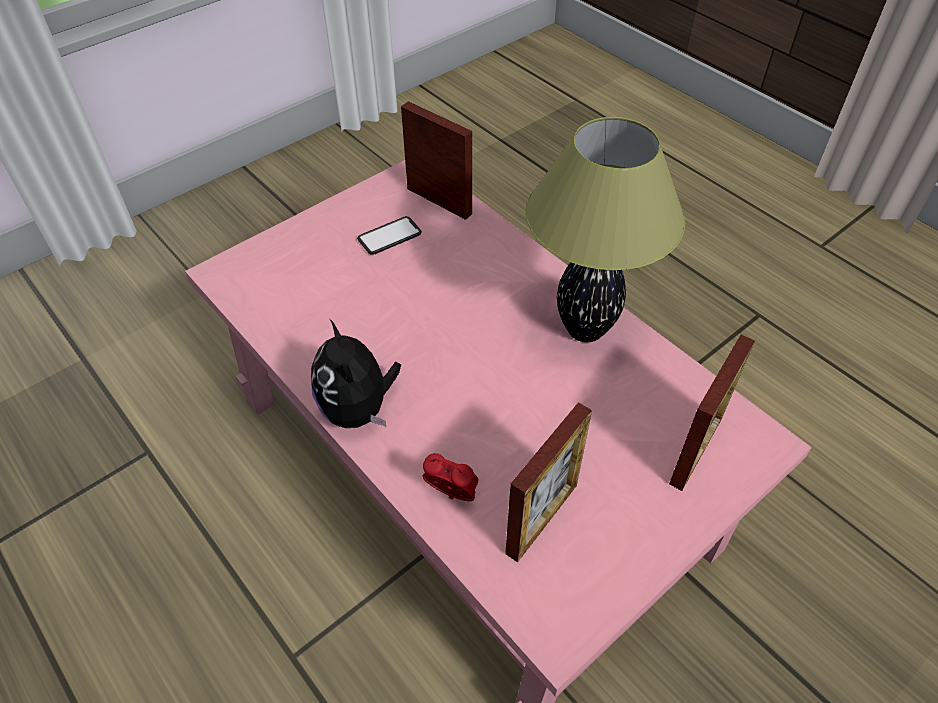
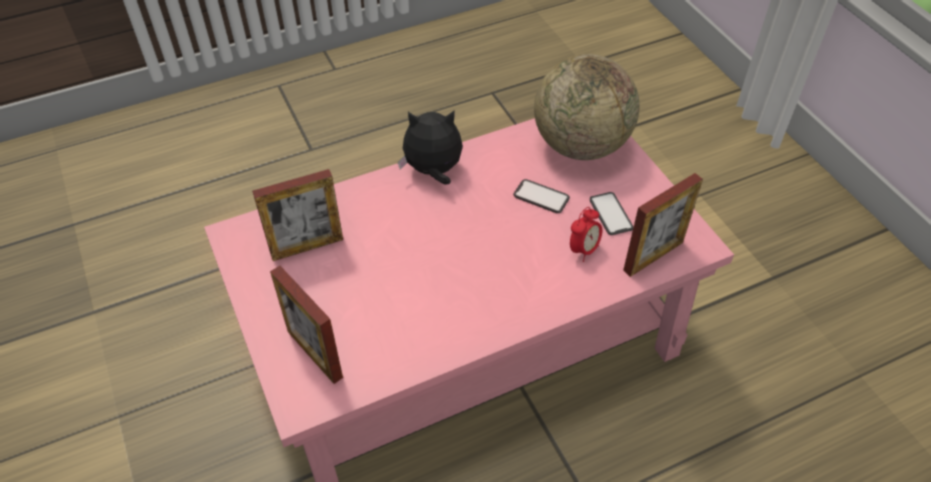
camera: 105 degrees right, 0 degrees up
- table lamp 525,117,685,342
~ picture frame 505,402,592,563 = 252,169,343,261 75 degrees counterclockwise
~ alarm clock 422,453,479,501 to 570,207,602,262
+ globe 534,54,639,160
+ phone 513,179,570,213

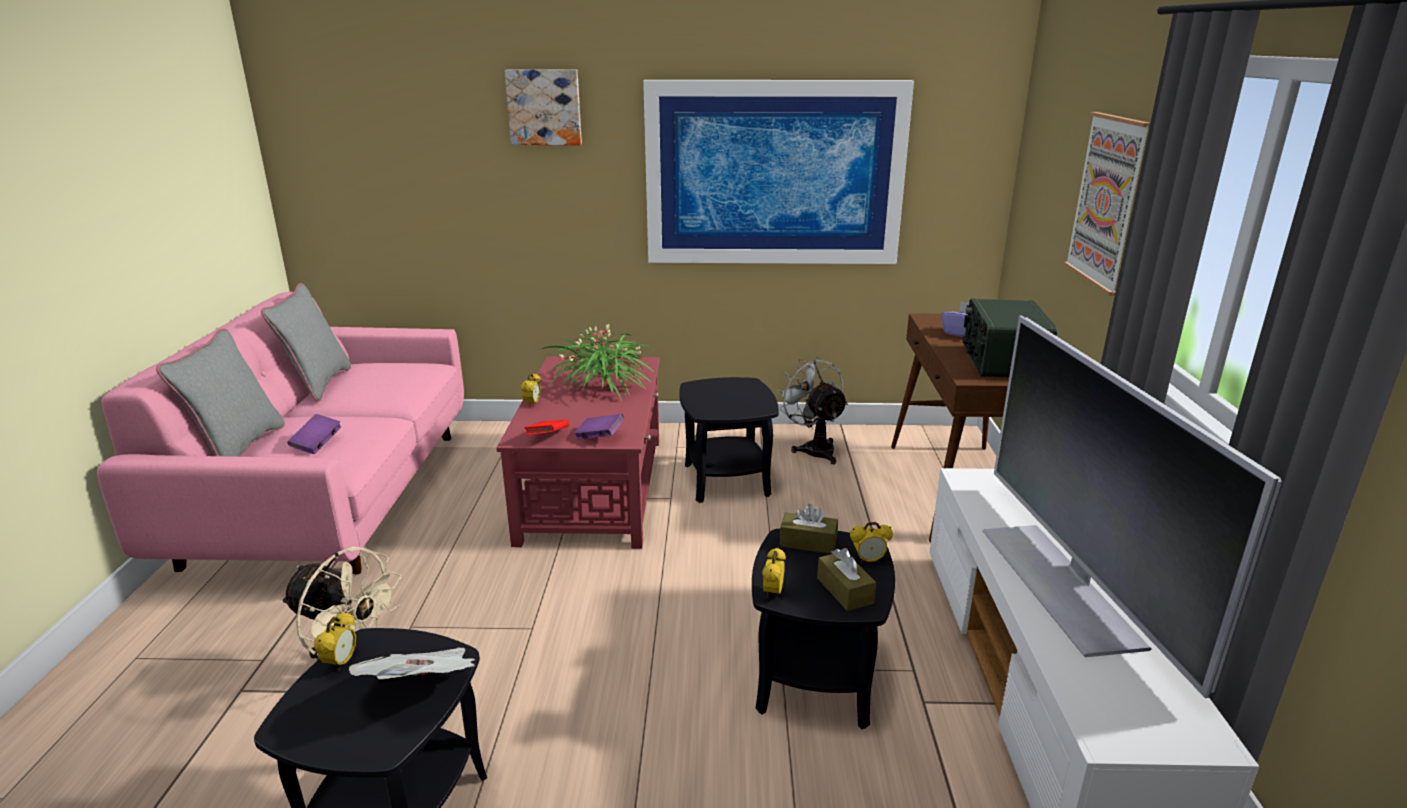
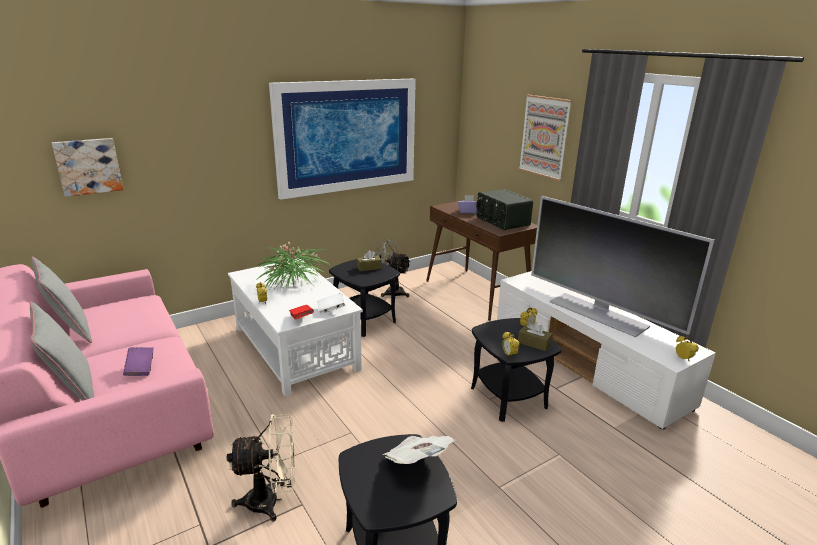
camera: 35 degrees left, 0 degrees up
~ picture 504,70,582,145 to 52,138,123,197
~ red coffee table 496,356,660,549 to white coffee table 228,258,363,396
~ purple book 574,414,624,440 to white book 317,292,346,314
~ brown tissue box 780,504,838,554 to 357,250,382,272
~ alarm clock 314,611,356,671 to 676,336,699,361

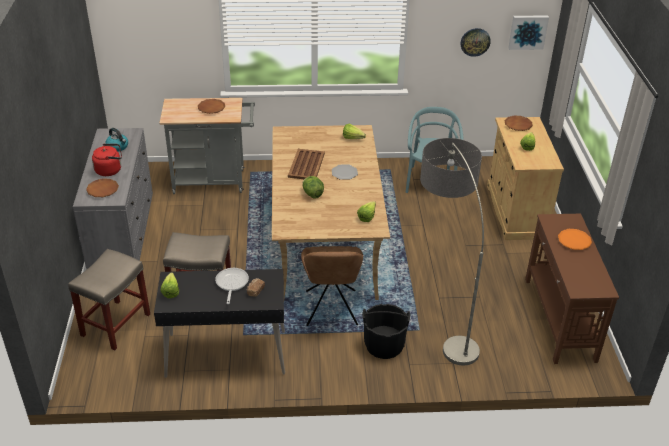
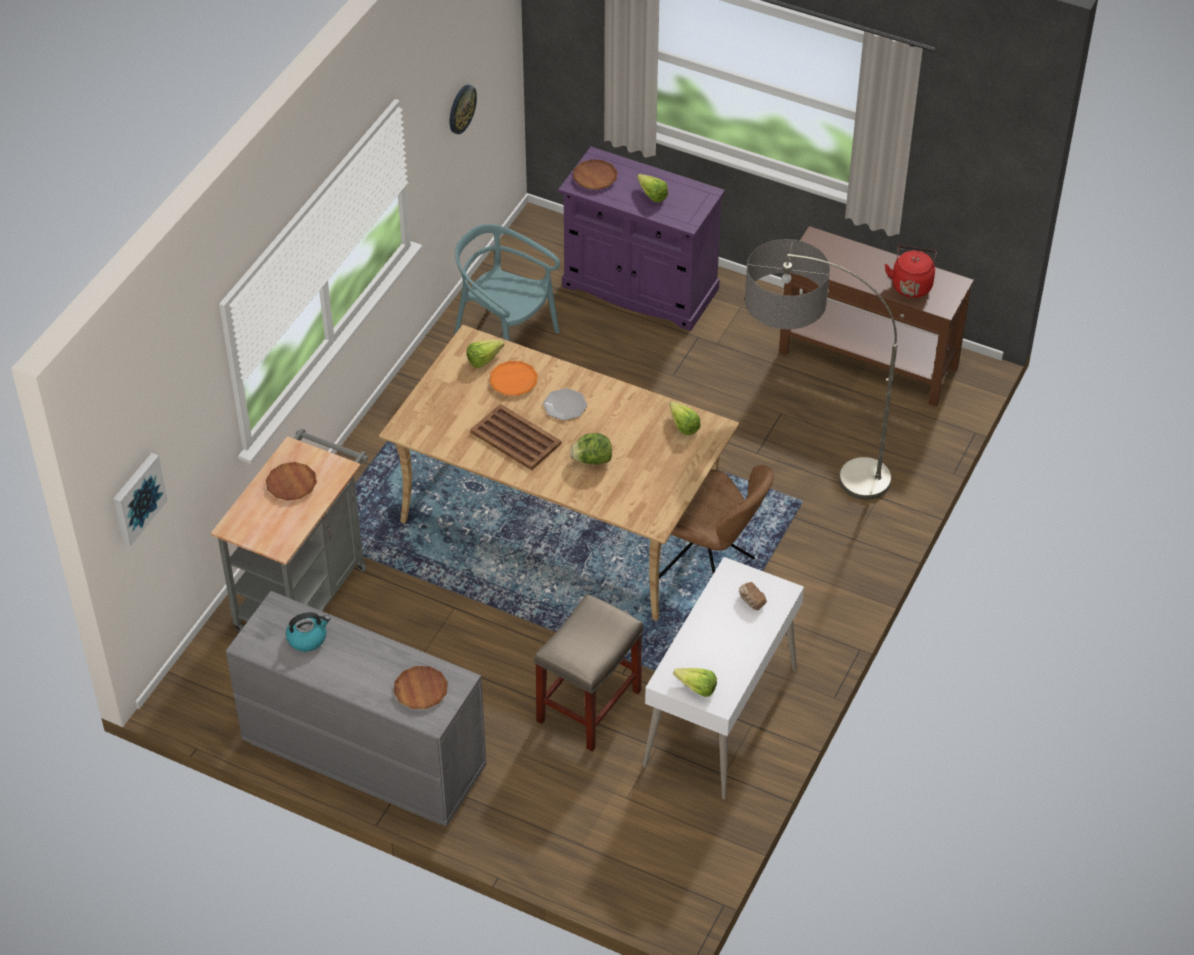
camera: 60 degrees left, 10 degrees up
~ picture 508,15,549,50 to 113,453,168,546
~ beige cabinet 487,117,564,240 to purple cabinet 558,147,725,331
~ red kettle 92,144,122,176 to 885,246,937,298
~ orange plate 558,229,592,250 to 489,361,538,396
- beige stool 68,249,150,351
- frying pan 215,268,249,304
~ black desk 154,269,285,378 to white desk 643,557,804,800
- black bucket 362,304,410,359

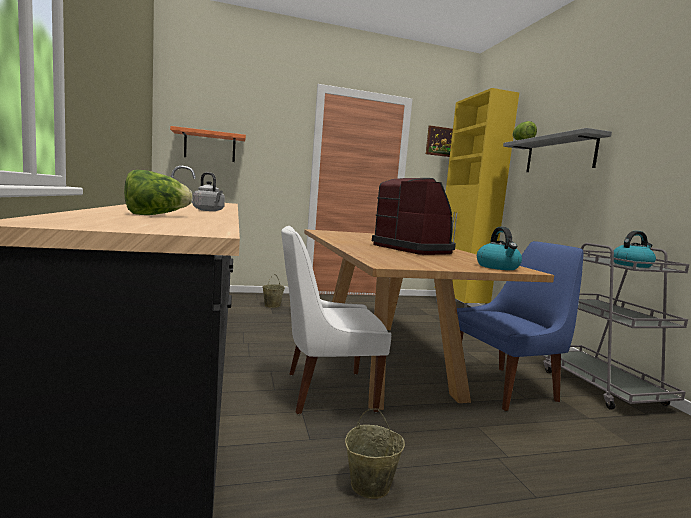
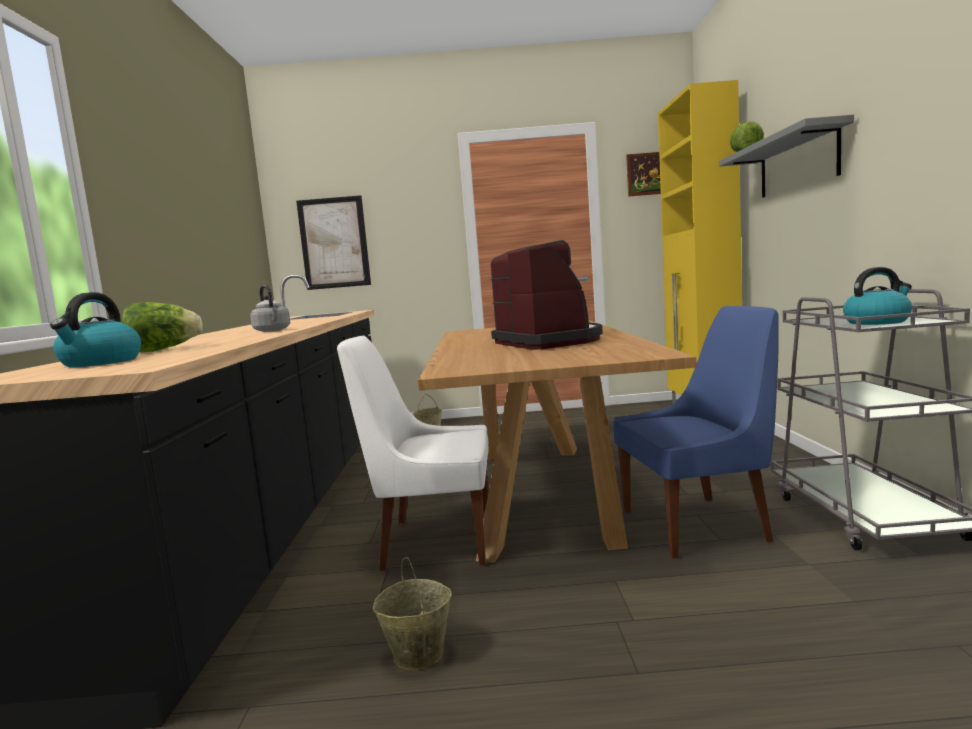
camera: 15 degrees right, 0 degrees up
~ orange shelf 170,126,246,162 to picture 296,195,371,290
~ kettle 477,227,522,270 to 50,292,141,367

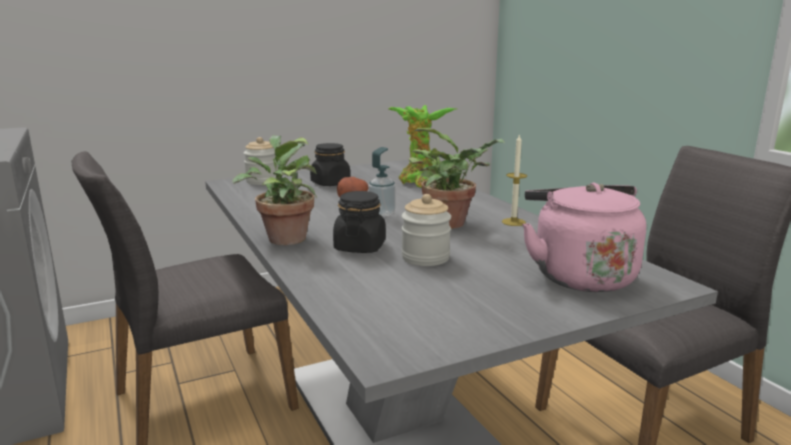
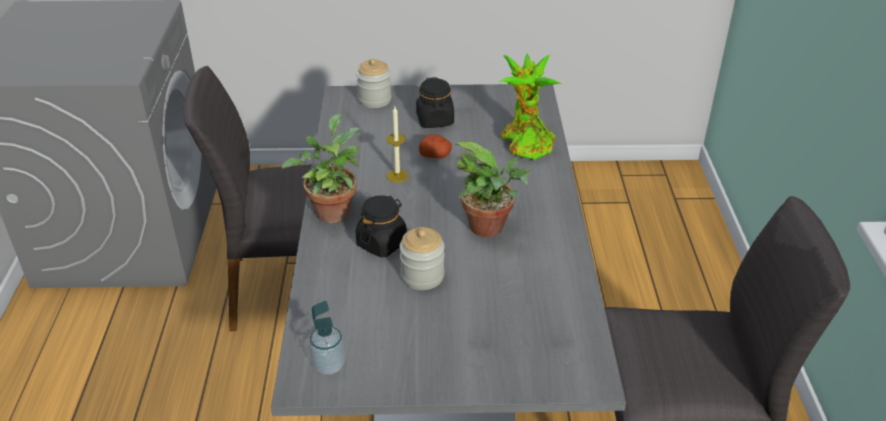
camera: 25 degrees right, 20 degrees up
~ candle 502,134,527,226 to 386,107,408,183
~ soap dispenser 369,147,396,217 to 309,301,345,375
- pink kettle 522,183,646,292

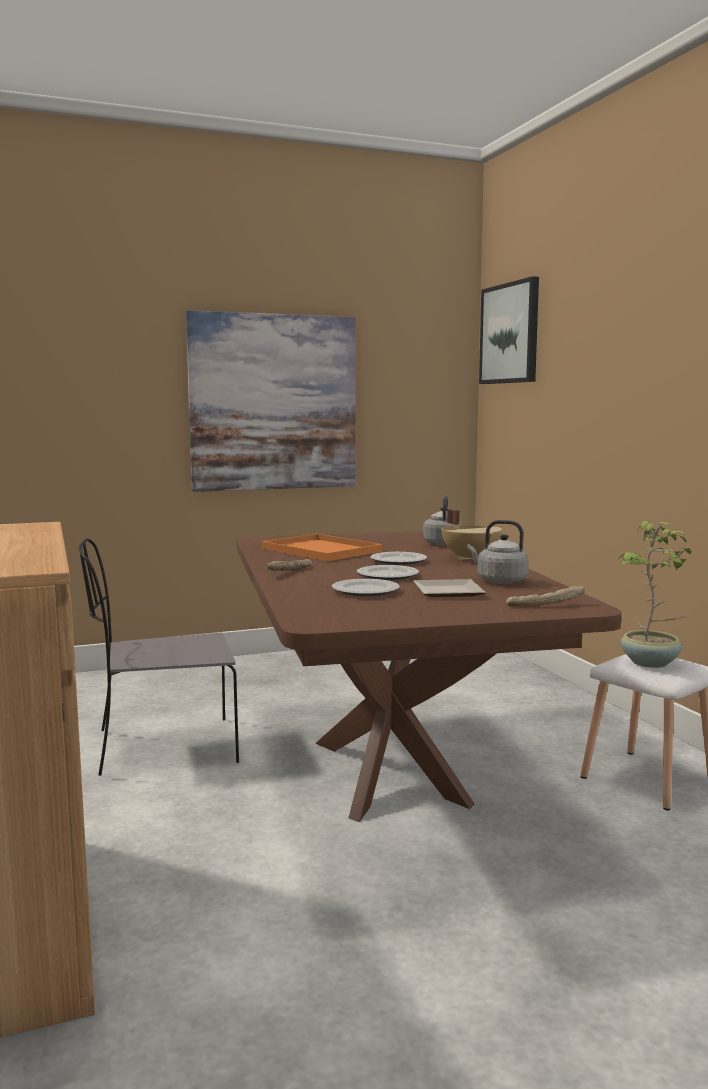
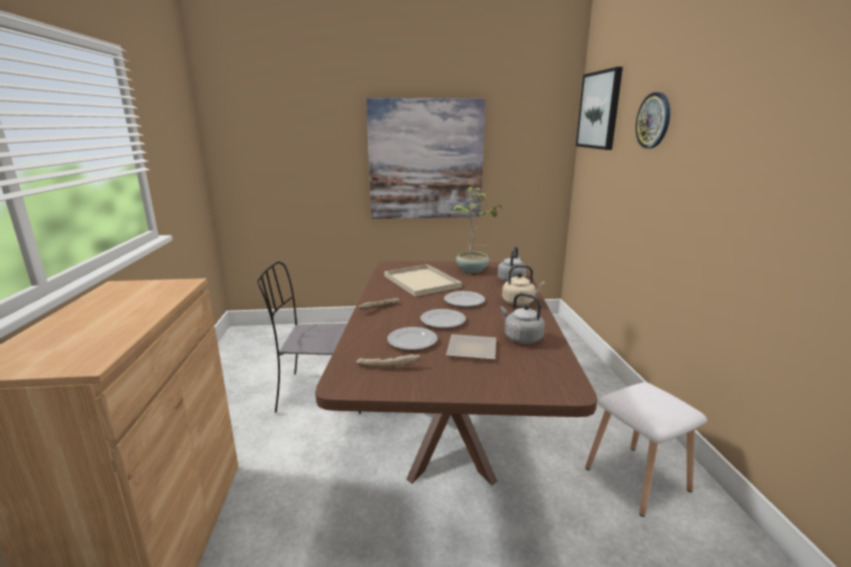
camera: 15 degrees right, 10 degrees up
~ beige cooking pot 441,509,502,560 to beige kettle 502,265,545,306
~ potted plant 620,520,691,668 to 453,187,502,273
~ orange tray 262,534,382,561 to beige tray 384,264,462,297
~ bread 506,586,585,607 to 357,354,421,368
+ wall clock 635,92,670,148

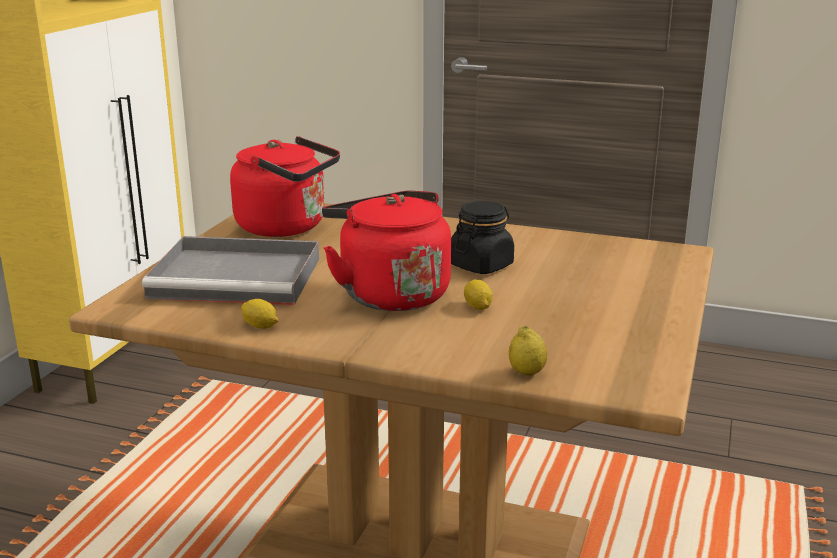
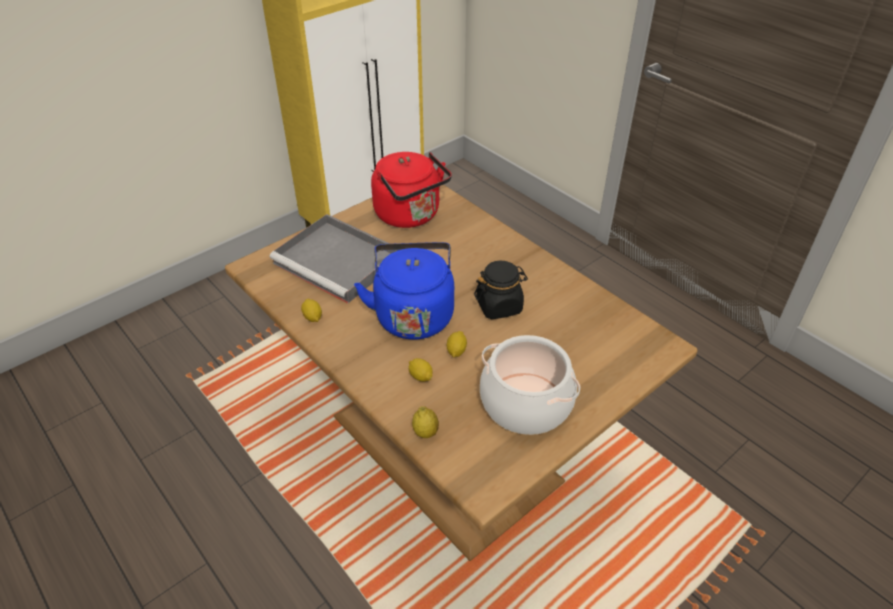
camera: 30 degrees right, 20 degrees up
~ red kettle 322,190,451,311 to blue kettle 354,242,454,340
+ cooking pot 480,335,580,435
+ lemon 409,358,433,381

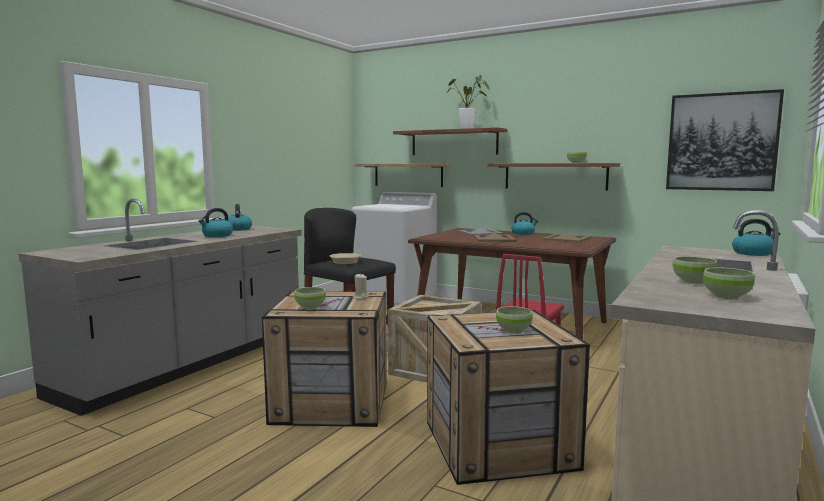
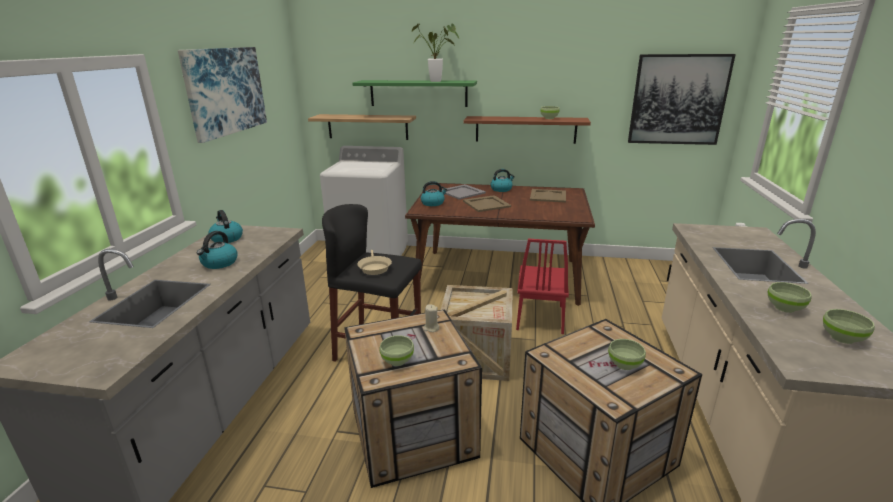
camera: 20 degrees left, 15 degrees up
~ brown shelf 393,127,508,155 to green shelf 352,80,477,107
~ kettle 732,219,781,256 to 421,181,448,206
+ picture 178,47,267,143

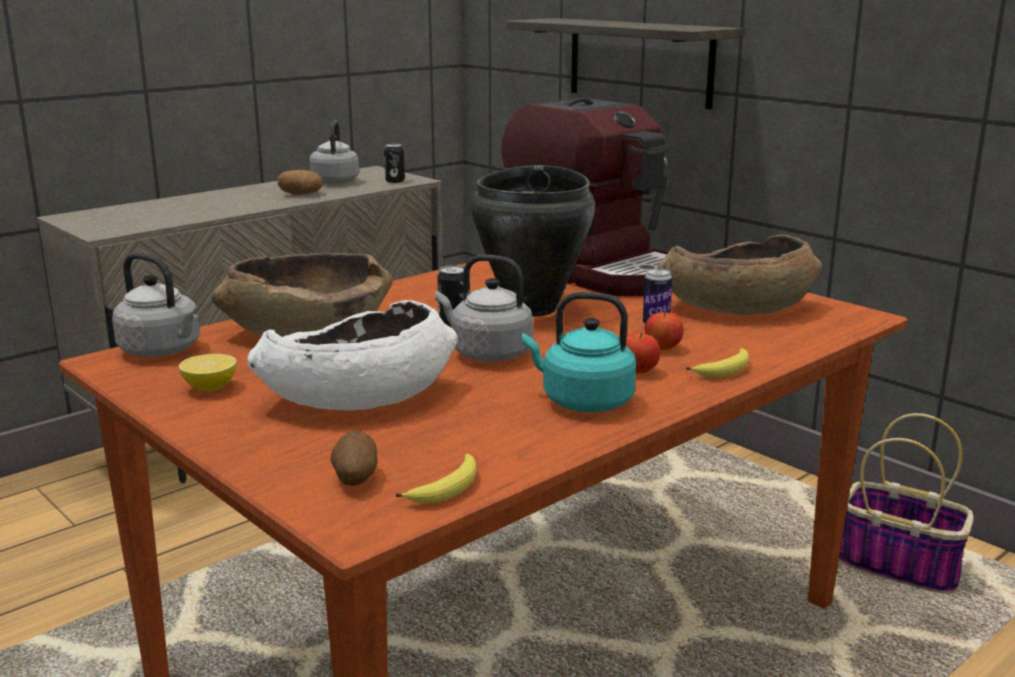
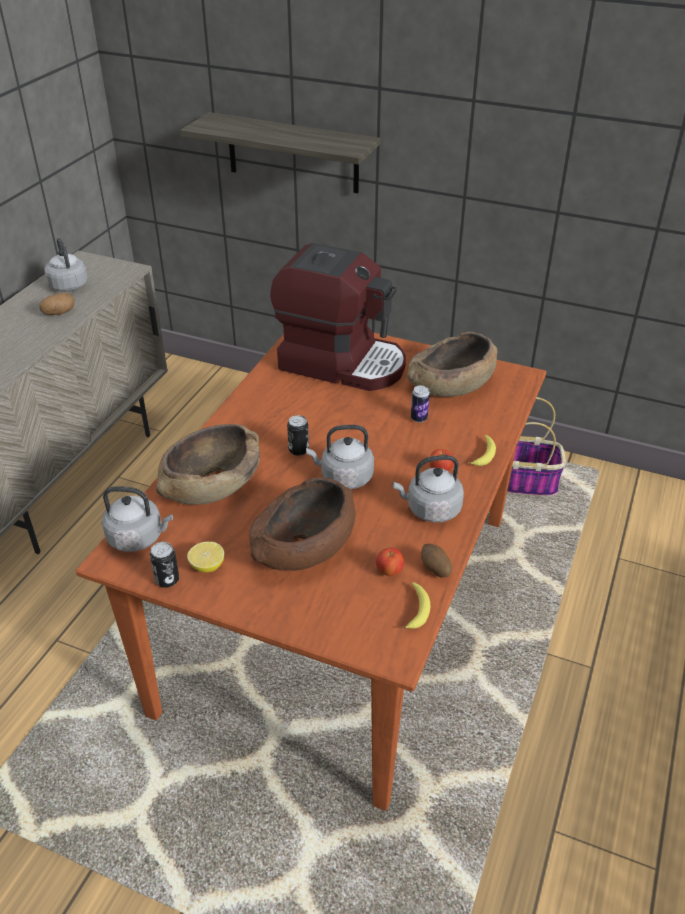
camera: 25 degrees left, 20 degrees up
~ can 384,144,405,183 to 150,542,179,588
- black cooking pot 471,165,595,316
~ turquoise kettle 522,292,636,412 to grey kettle 393,455,464,522
~ white bowl 247,300,458,410 to brown bowl 249,477,355,571
~ apple 645,311,684,350 to 376,548,404,576
~ potato 330,431,377,486 to 421,544,452,578

